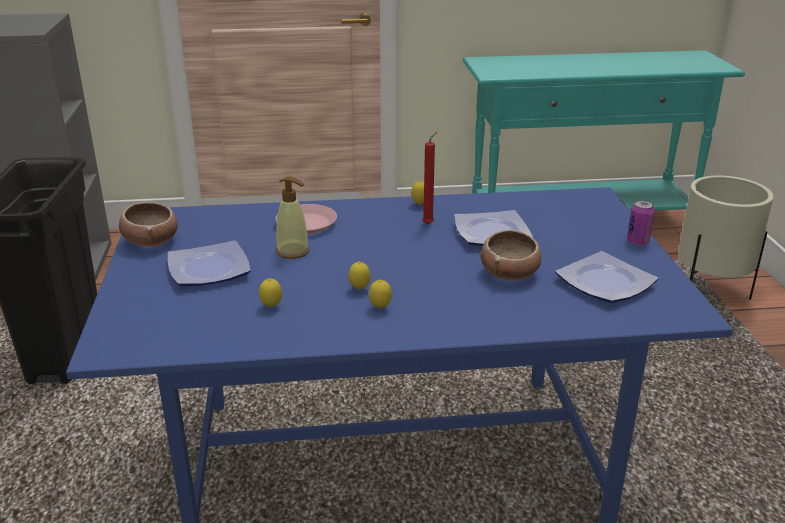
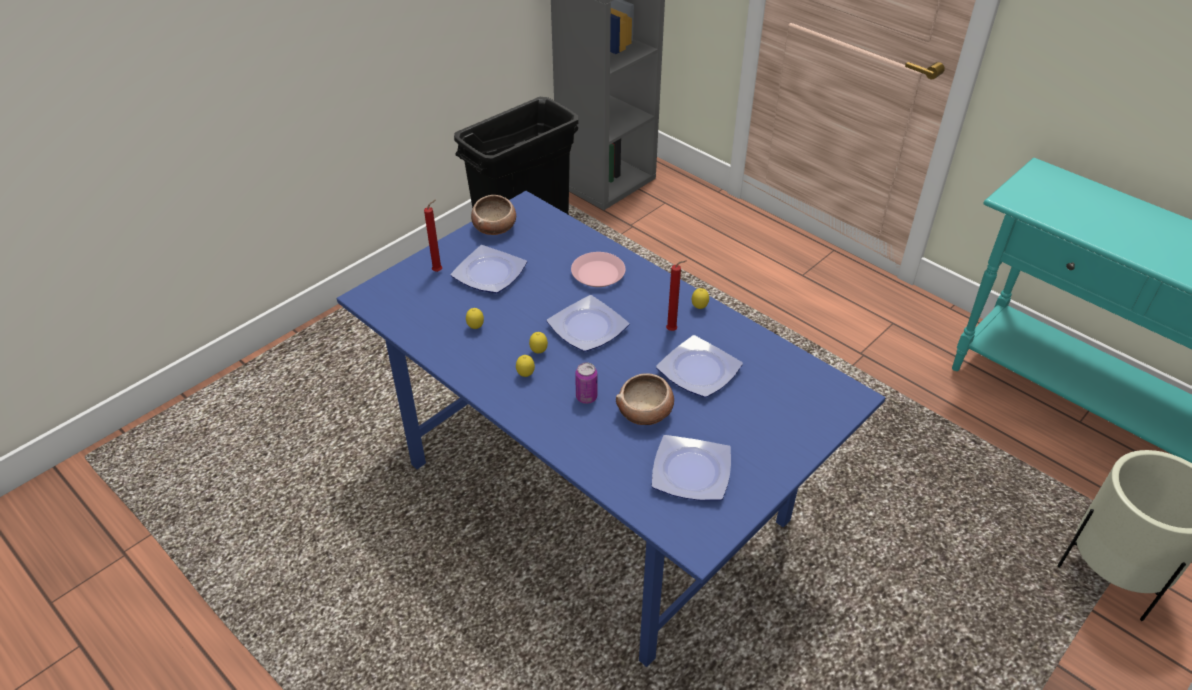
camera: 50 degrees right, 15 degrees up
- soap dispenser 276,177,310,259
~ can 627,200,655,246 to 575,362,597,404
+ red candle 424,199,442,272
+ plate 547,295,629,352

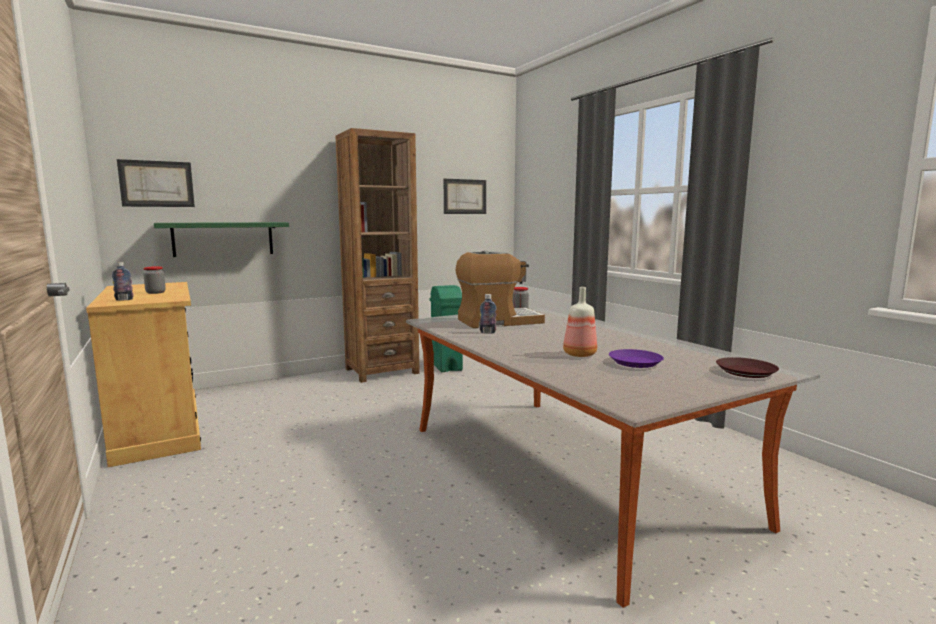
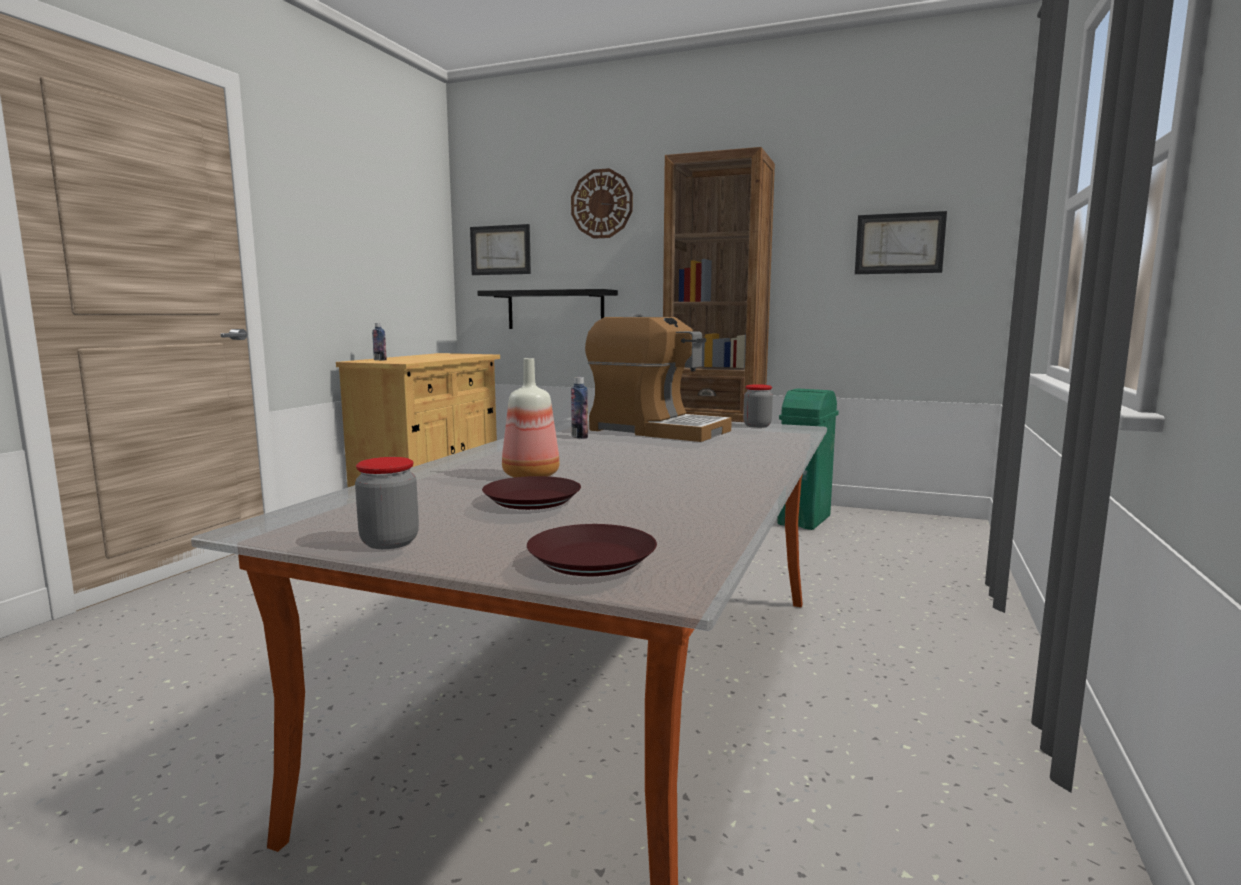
camera: 50 degrees right, 0 degrees up
~ green shelf 154,222,289,257 to black shelf 477,289,618,329
~ jar 143,266,166,294 to 355,457,419,549
~ purple plate 609,349,664,368 to brown plate 482,476,581,510
+ wall clock 571,168,633,239

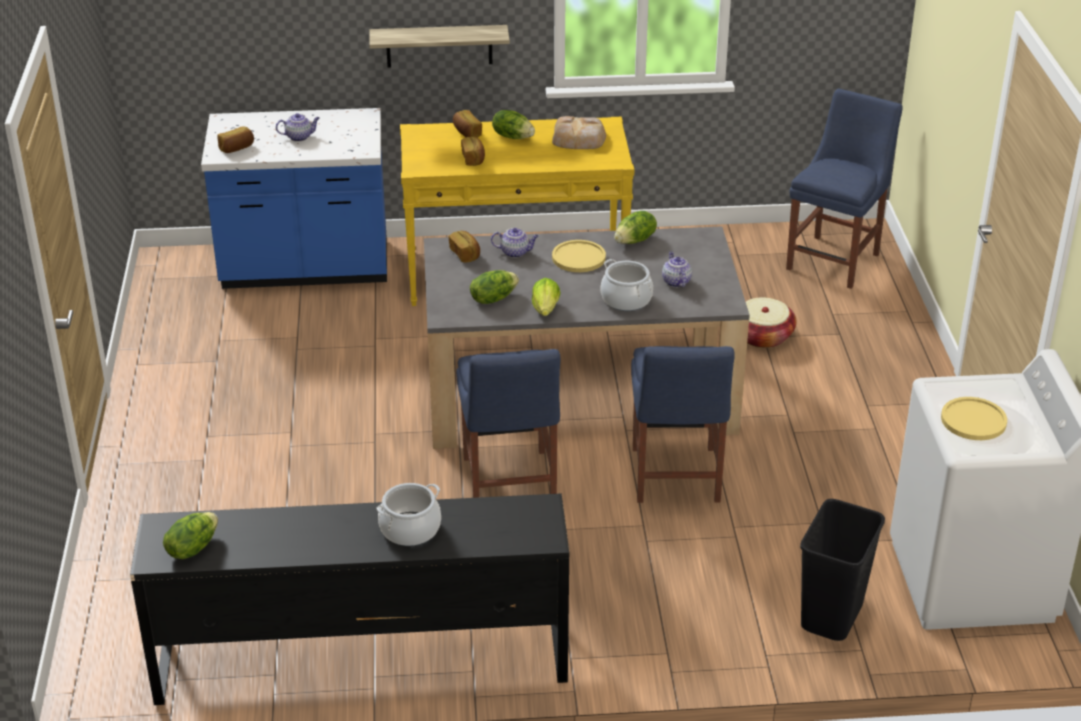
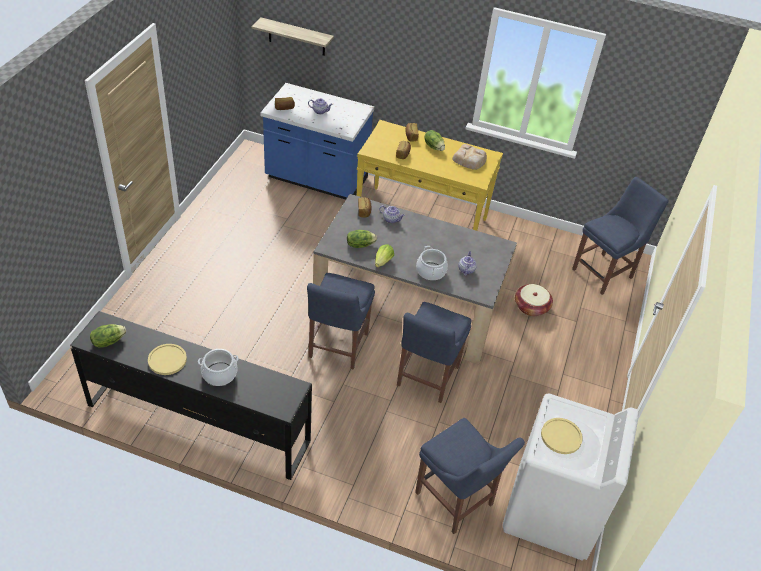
camera: 20 degrees right, 10 degrees up
~ shelf 369,25,510,68 to 252,17,334,56
- lettuce 614,211,657,244
~ yellow plate 552,240,606,272 to 148,344,187,375
~ black trash can 800,499,885,641 to blue chair 415,418,525,534

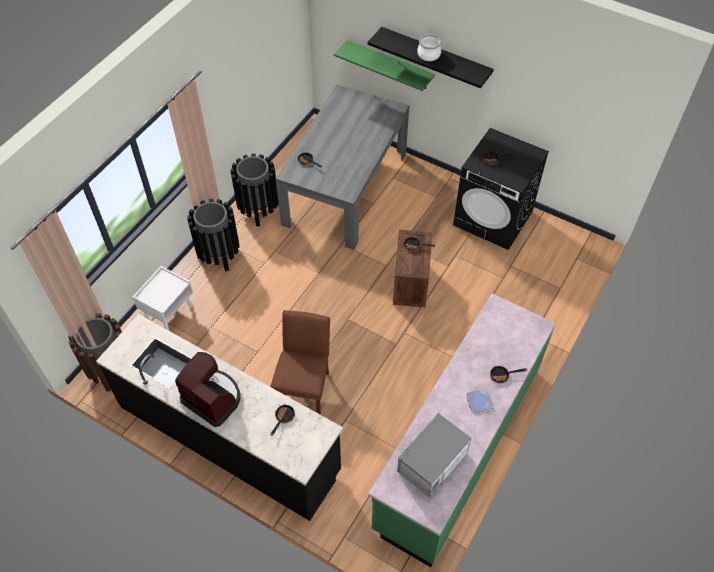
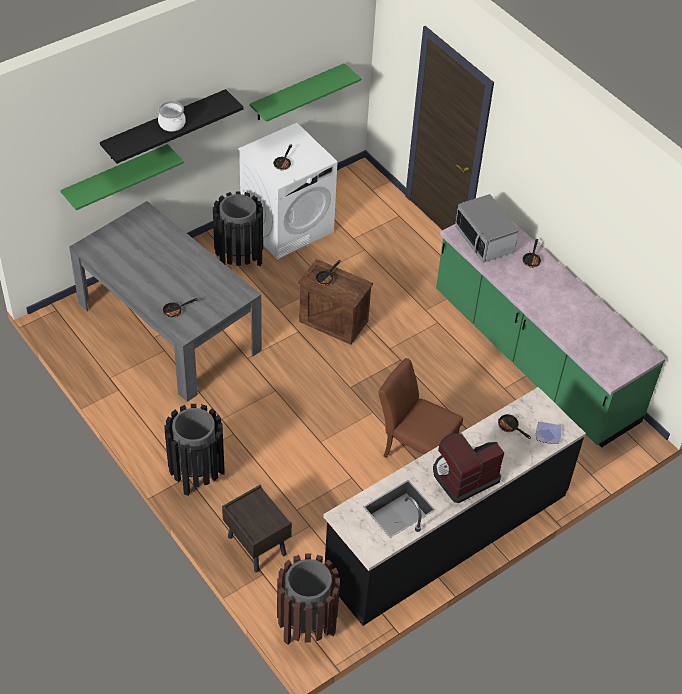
camera: 70 degrees left, 5 degrees down
~ black washing machine 453,128,549,250 to white washing machine 238,123,337,260
~ black trash can 231,154,279,226 to 213,191,263,266
~ white nightstand 133,266,193,331 to brown nightstand 222,485,292,573
~ plate 466,389,493,412 to 536,422,561,444
~ microwave 397,413,472,497 to 455,194,519,263
+ green shelf 250,63,361,122

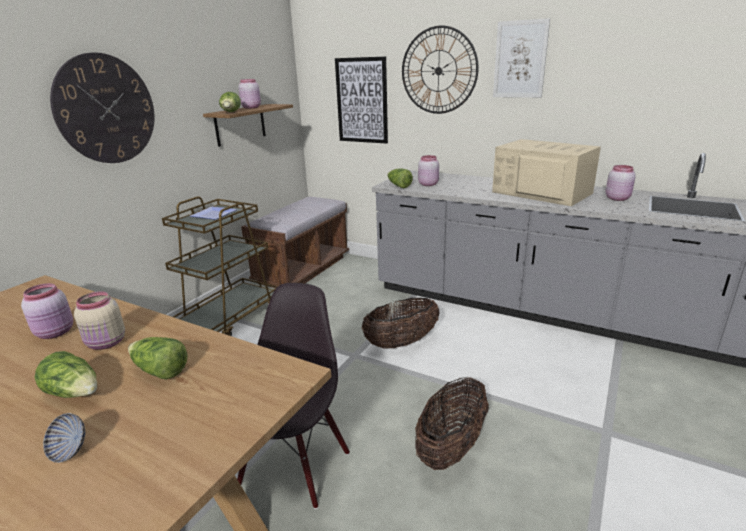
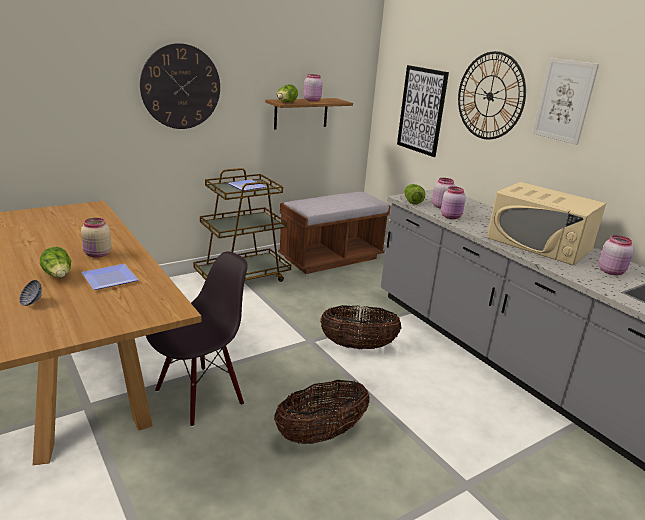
camera: 25 degrees right, 0 degrees up
~ beige microwave 492,139,601,206 = 487,182,606,266 150 degrees clockwise
~ pink jar 21,283,73,339 to 441,186,466,219
~ lettuce 128,337,188,380 to plate 81,264,139,290

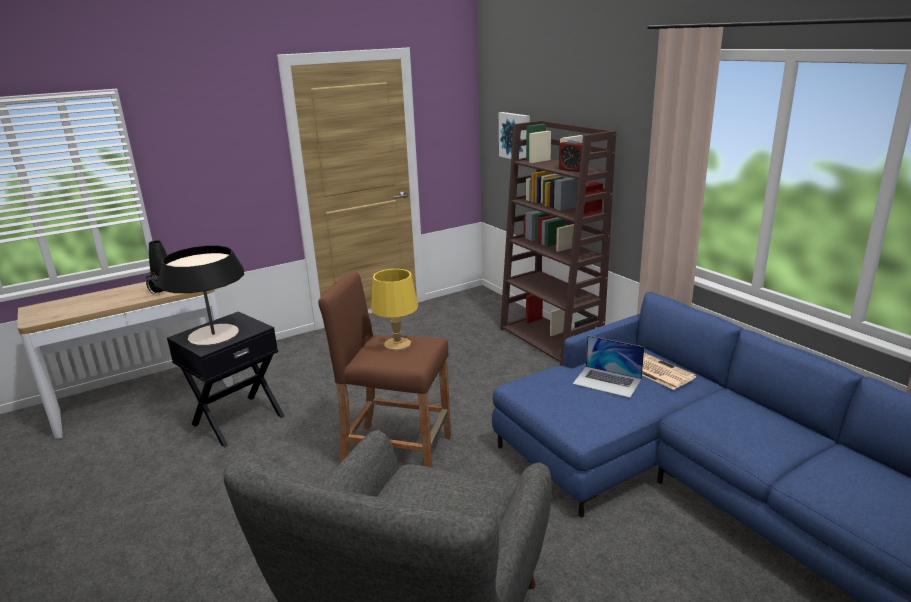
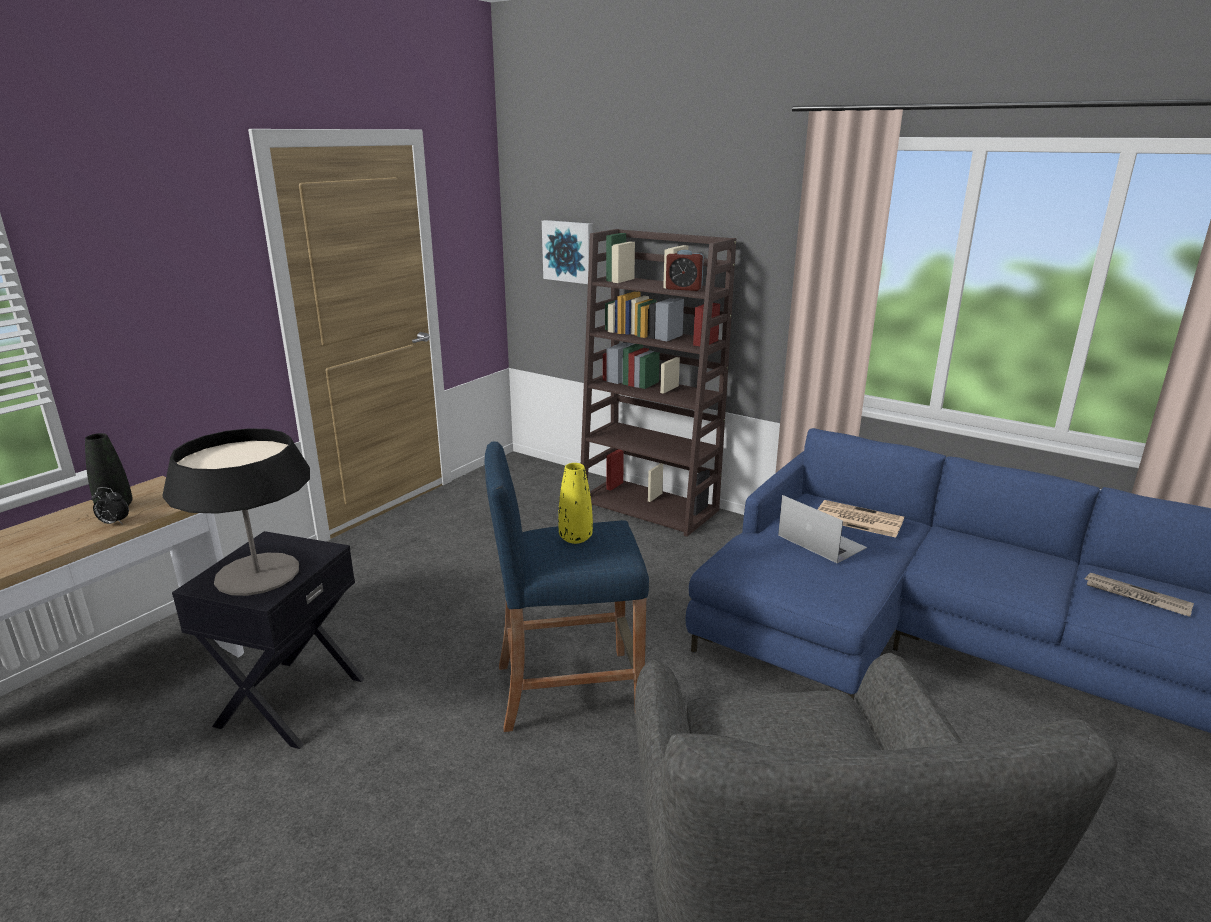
camera: 25 degrees left, 0 degrees up
~ yellow table lamp 371,269,418,351 to yellow vase 558,463,593,544
~ brown stool 318,270,451,468 to blue stool 484,441,649,732
~ laptop 573,335,644,398 = 778,495,867,563 135 degrees counterclockwise
+ newspaper 1085,573,1194,617

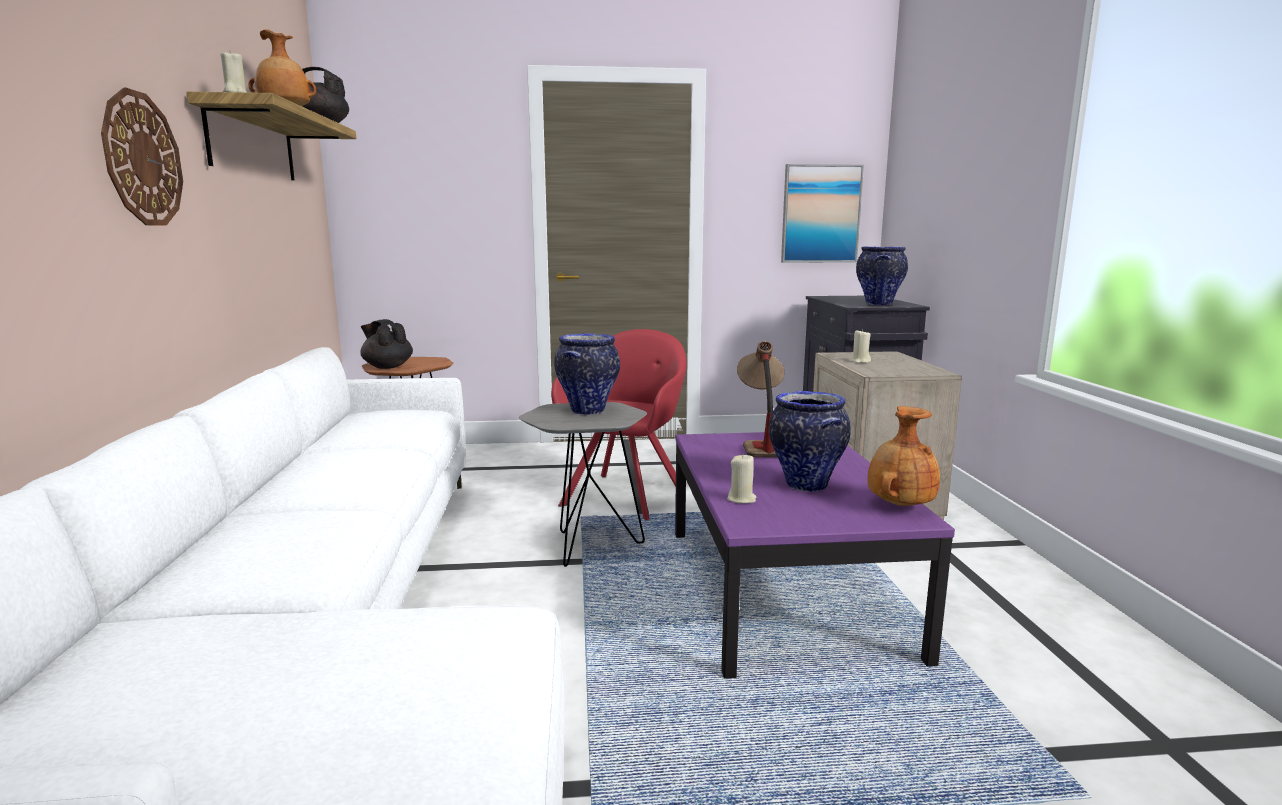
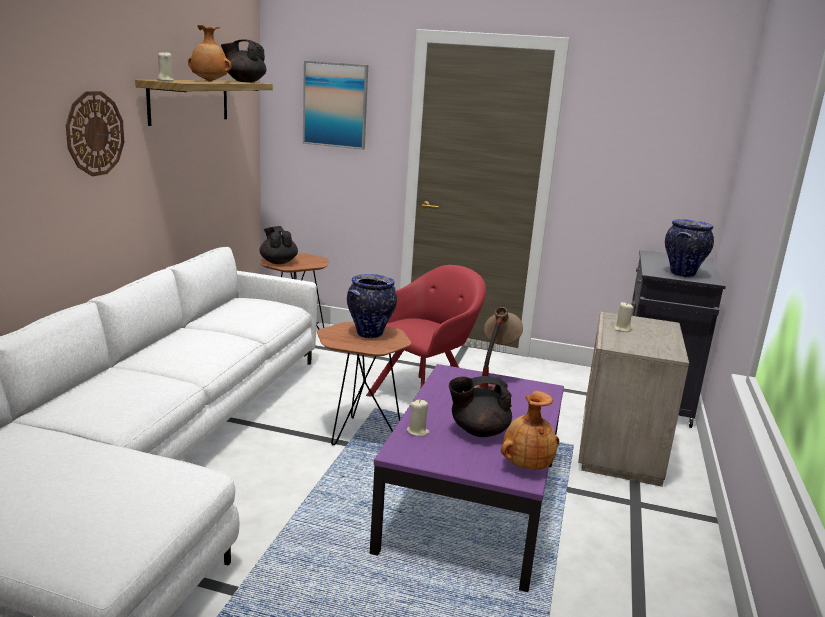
camera: 20 degrees right, 5 degrees up
~ picture 781,164,864,263 to 303,61,368,150
~ vase 769,391,851,492 to black teapot 449,376,512,437
~ grey side table 519,402,647,567 to brown side table 317,322,411,445

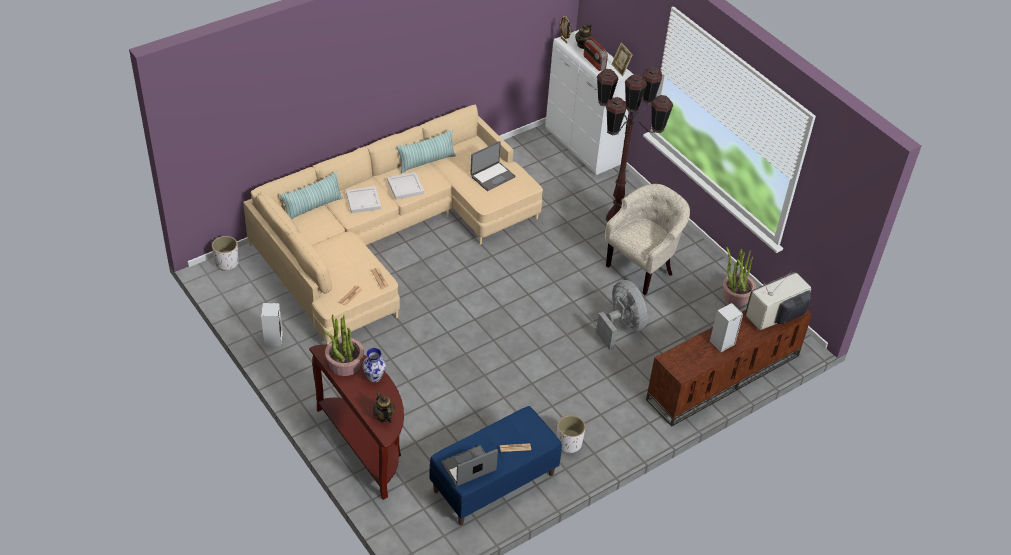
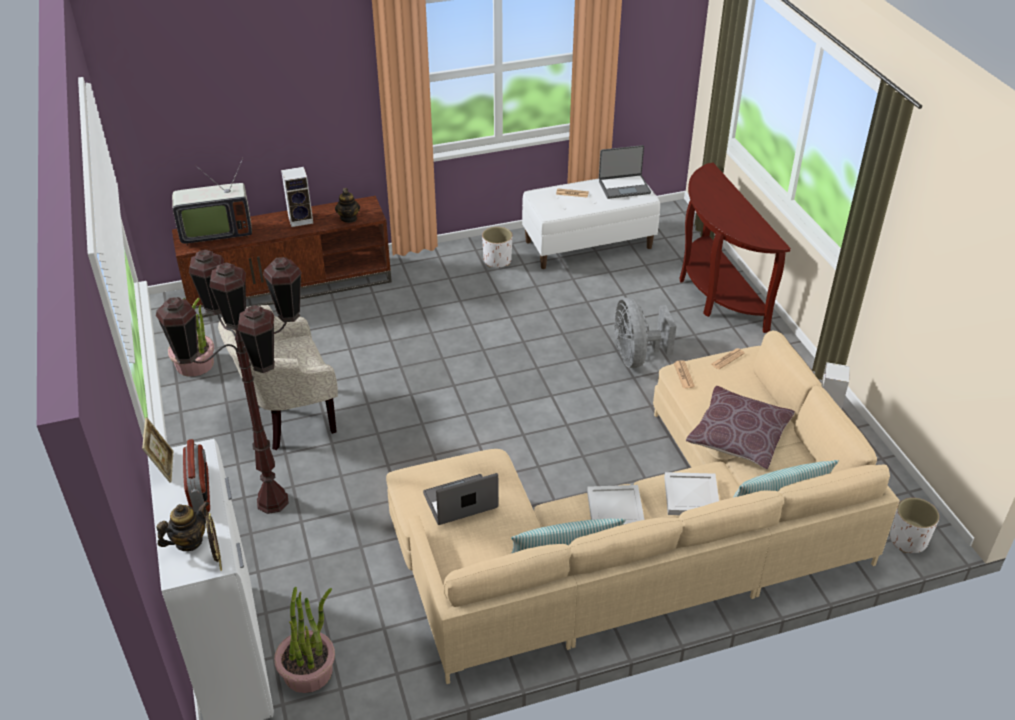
camera: 160 degrees left, 5 degrees down
~ grey fan 596,280,648,350 to 614,297,676,368
~ potted plant 324,314,364,376 to 274,587,335,693
- vase 363,348,386,383
~ teapot 373,391,395,423 to 335,188,360,223
~ blue bench 429,406,562,525 to white bench 522,178,660,269
+ brown pillow 686,386,795,469

